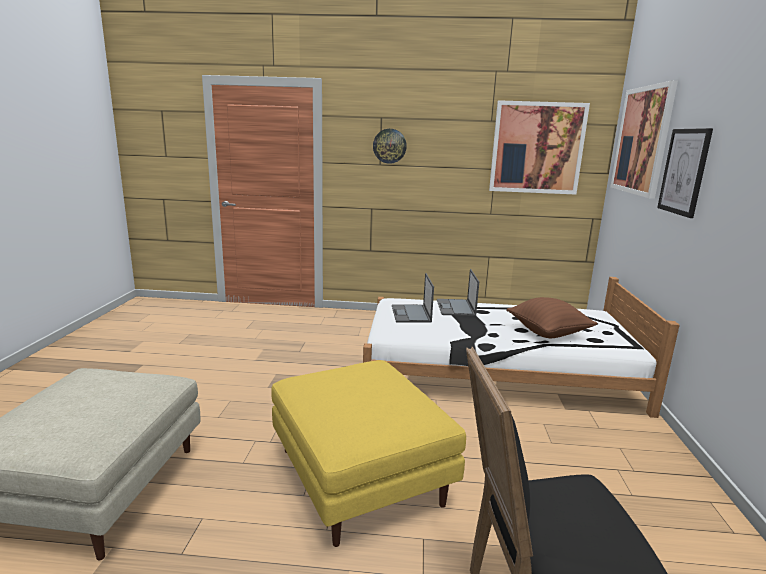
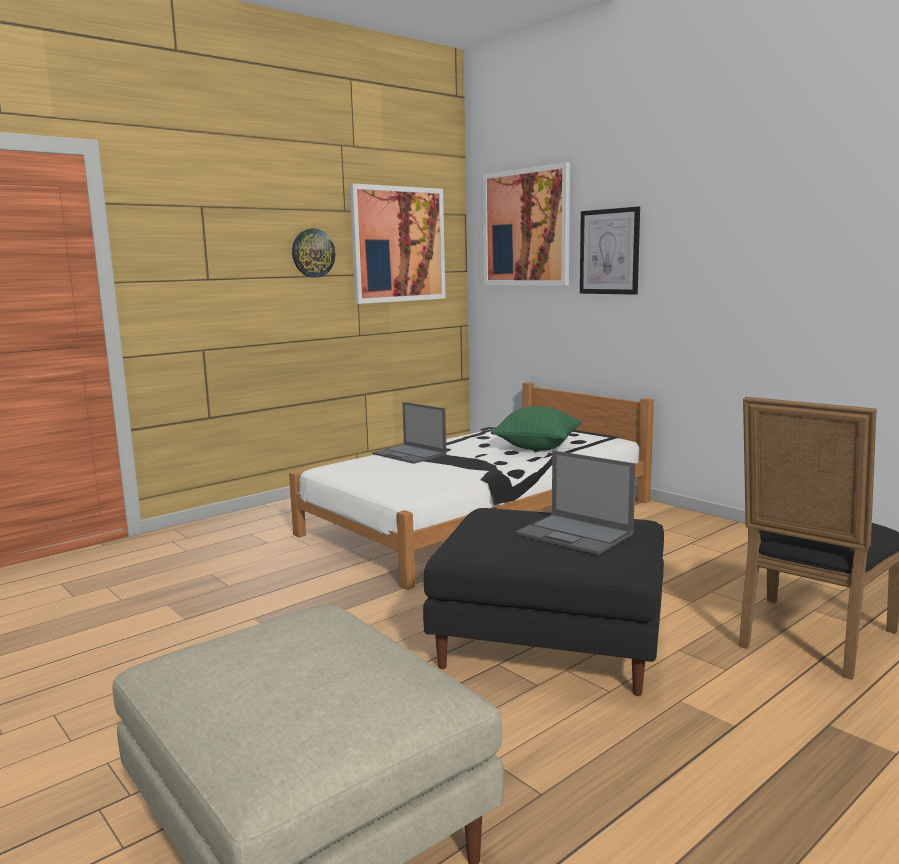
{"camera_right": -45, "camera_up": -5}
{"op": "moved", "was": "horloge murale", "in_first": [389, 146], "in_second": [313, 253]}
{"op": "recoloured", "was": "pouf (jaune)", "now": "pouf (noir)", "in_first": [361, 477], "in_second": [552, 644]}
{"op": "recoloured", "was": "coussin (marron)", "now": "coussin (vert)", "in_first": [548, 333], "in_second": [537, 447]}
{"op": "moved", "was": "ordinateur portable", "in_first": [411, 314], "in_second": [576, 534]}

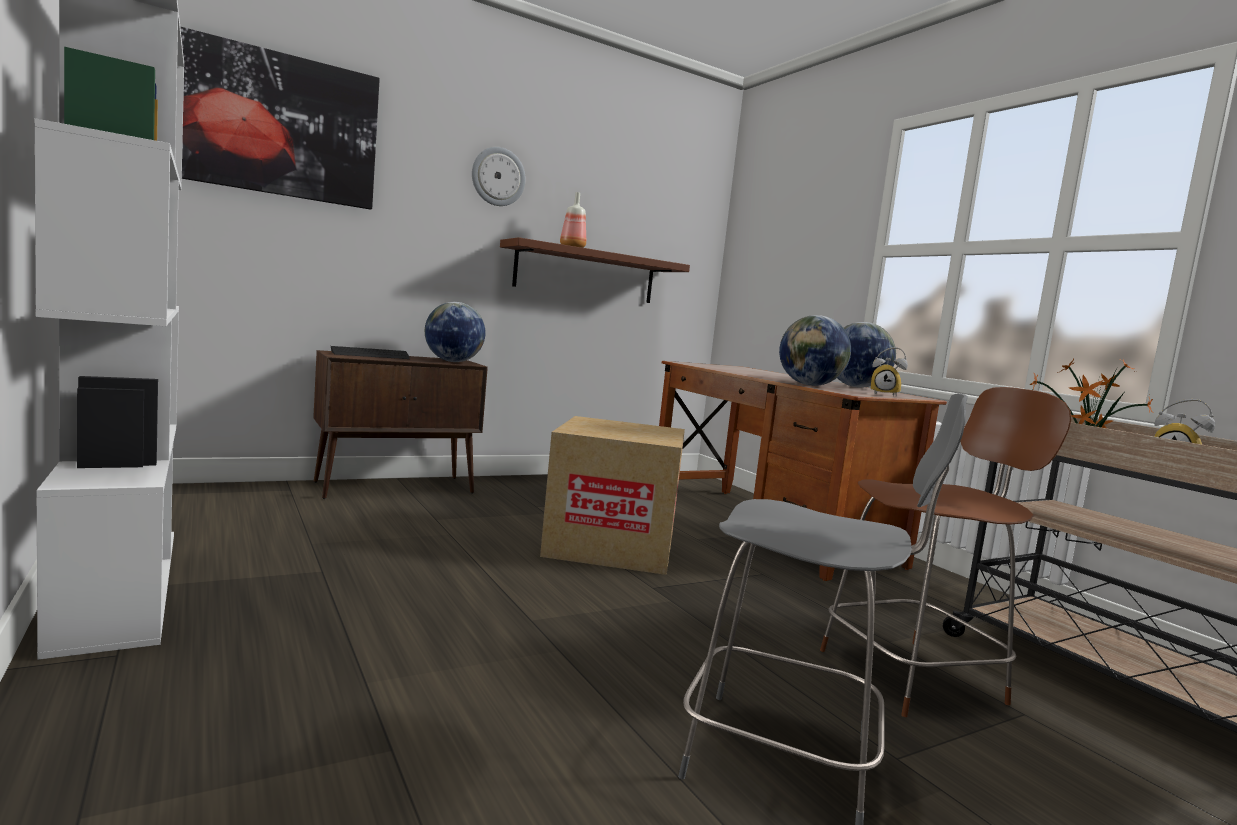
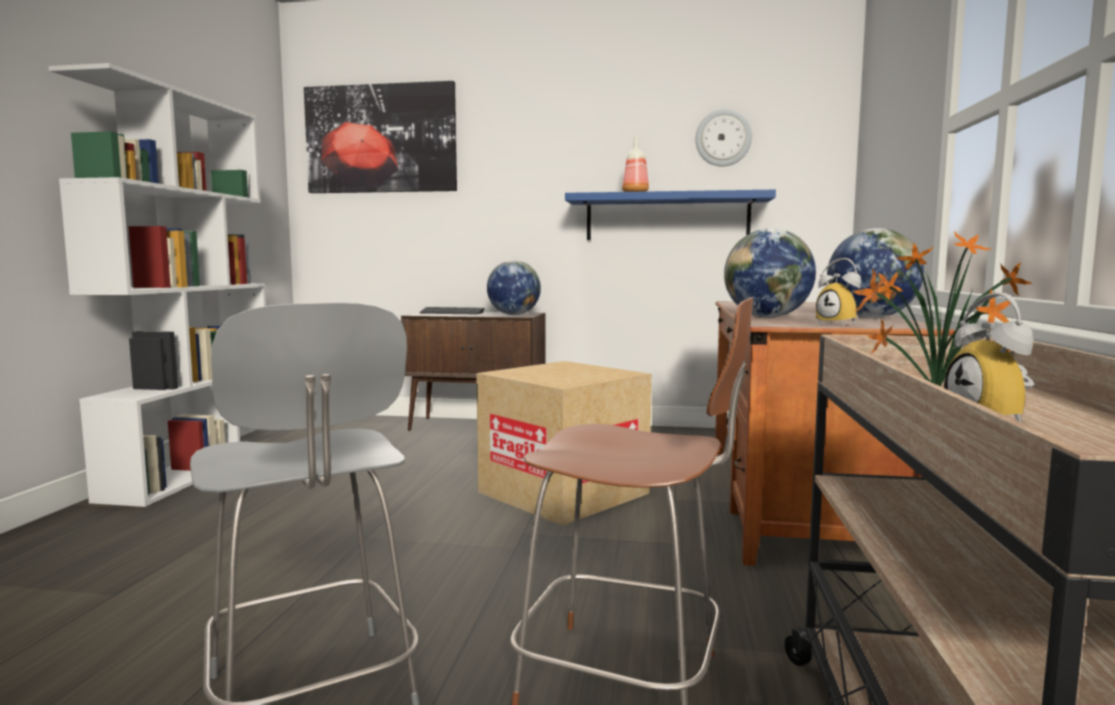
{"camera_right": 40, "camera_up": 0}
{"op": "recoloured", "was": "étagère (marron)", "now": "étagère (bleu)", "in_first": [586, 274], "in_second": [667, 217]}
{"op": "moved", "was": "horloge murale", "in_first": [498, 177], "in_second": [723, 138]}

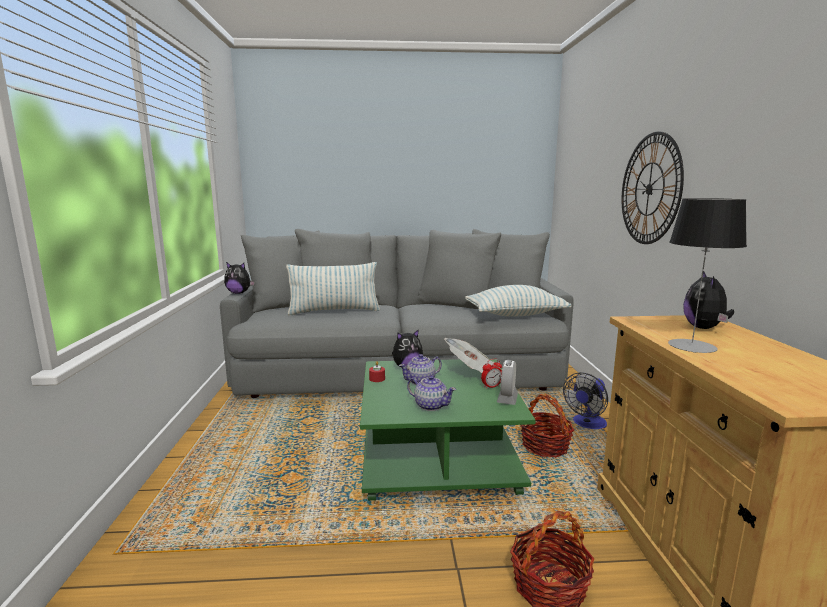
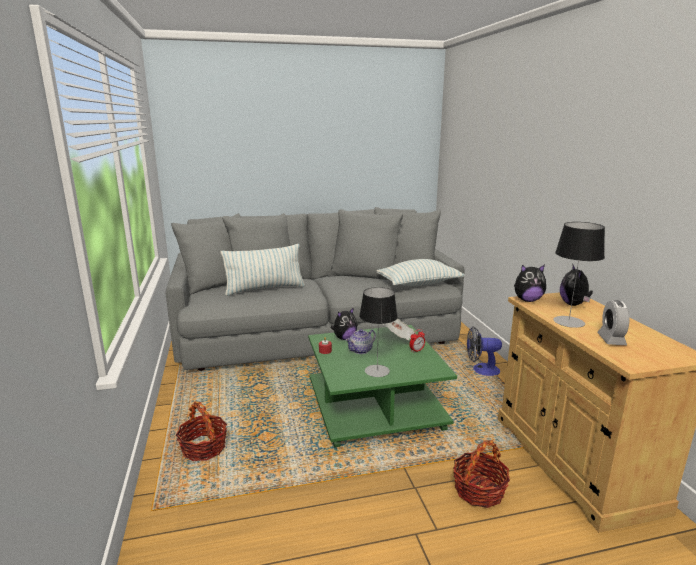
{"camera_right": -10, "camera_up": 5}
{"op": "moved", "was": "panier", "in_first": [545, 446], "in_second": [204, 448]}
{"op": "replaced", "was": "théière", "now": "lampe de table", "in_first": [430, 405], "in_second": [377, 371]}
{"op": "turned", "was": "ventilateur", "in_first": [587, 424], "in_second": [481, 370], "clockwise": 60}
{"op": "moved", "was": "peluche", "in_first": [239, 293], "in_second": [527, 300]}
{"op": "moved", "was": "réveil", "in_first": [507, 399], "in_second": [611, 339]}
{"op": "removed", "was": "horloge murale", "in_first": [649, 189]}

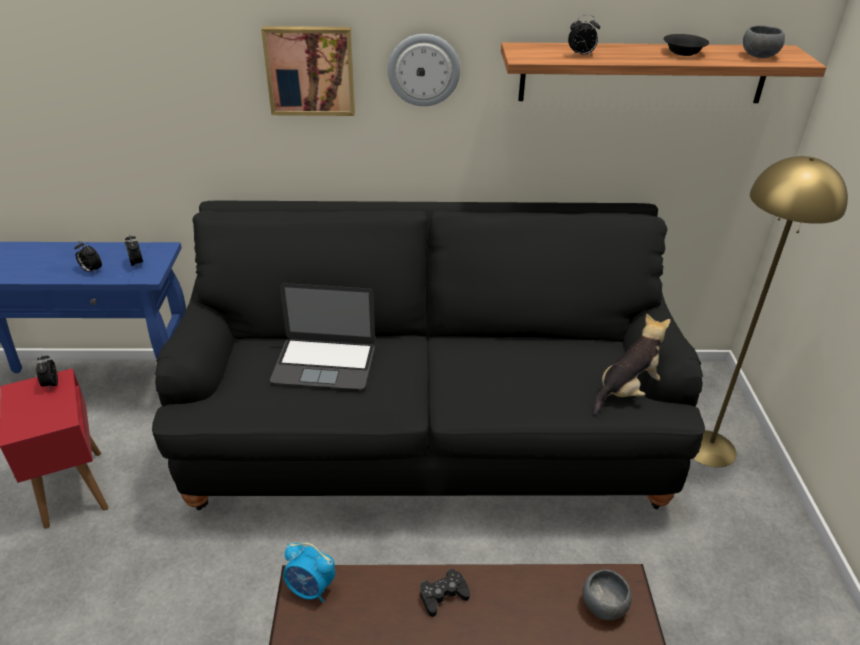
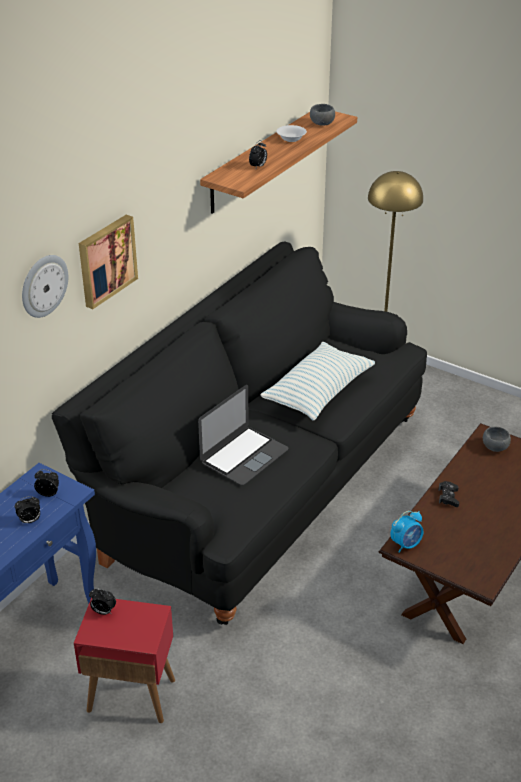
{"camera_right": -55, "camera_up": 0}
{"op": "moved", "was": "horloge murale", "in_first": [424, 70], "in_second": [43, 285]}
{"op": "added", "now": "coussin", "in_second": [318, 392]}
{"op": "recoloured", "was": "bol (noir)", "now": "bol (blanc)", "in_first": [682, 52], "in_second": [290, 139]}
{"op": "removed", "was": "peluche", "in_first": [627, 390]}

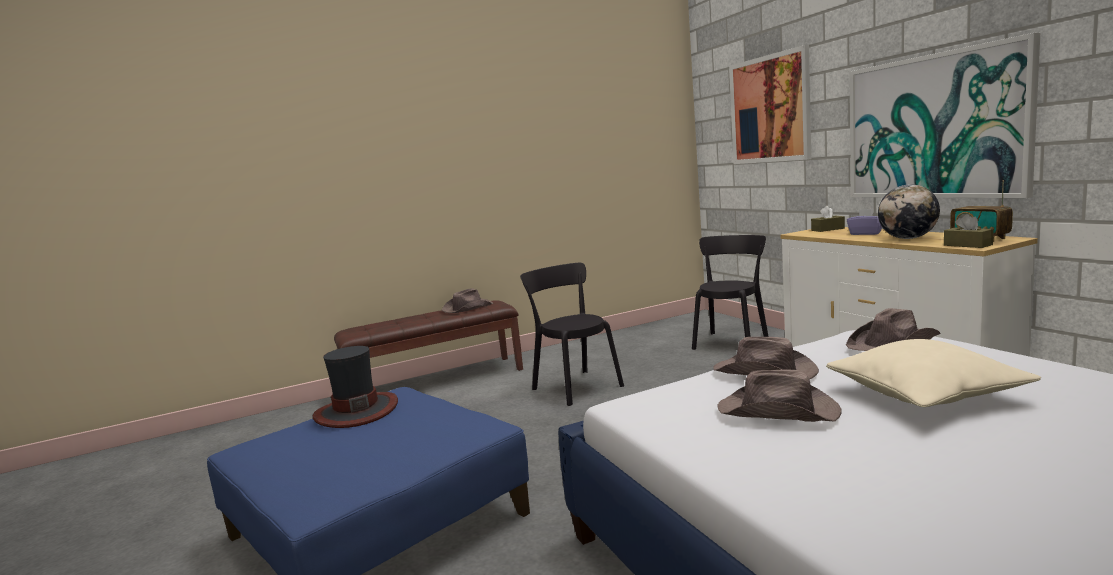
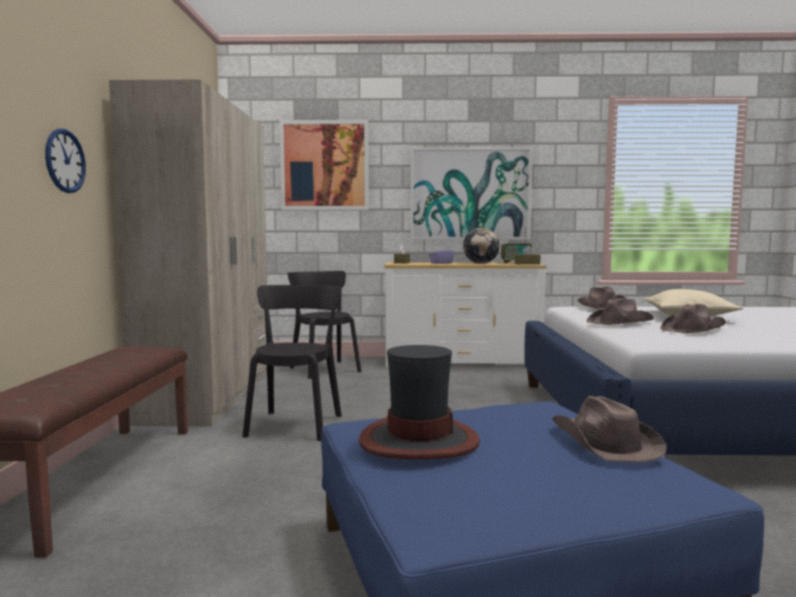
{"camera_right": -65, "camera_up": -5}
{"op": "added", "now": "horloge murale", "in_second": [65, 161]}
{"op": "added", "now": "armoire (beige)", "in_second": [210, 394]}
{"op": "turned", "was": "chaise (noir)", "in_first": [575, 386], "in_second": [296, 424], "clockwise": 105}
{"op": "moved", "was": "chapeau (marron)", "in_first": [467, 308], "in_second": [604, 443]}

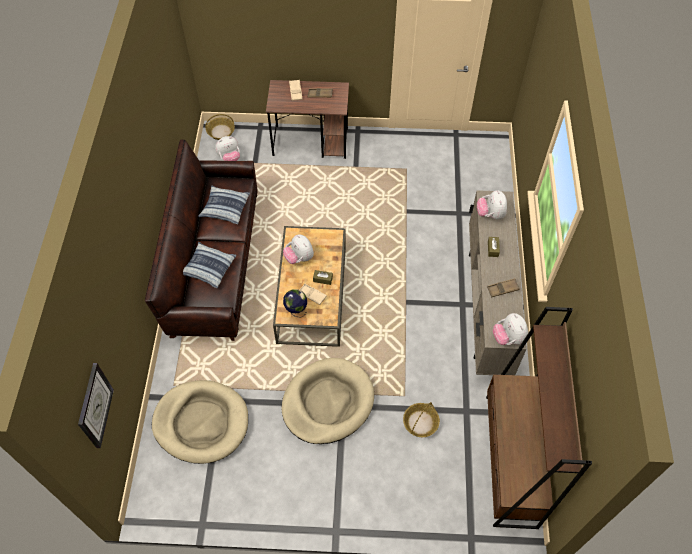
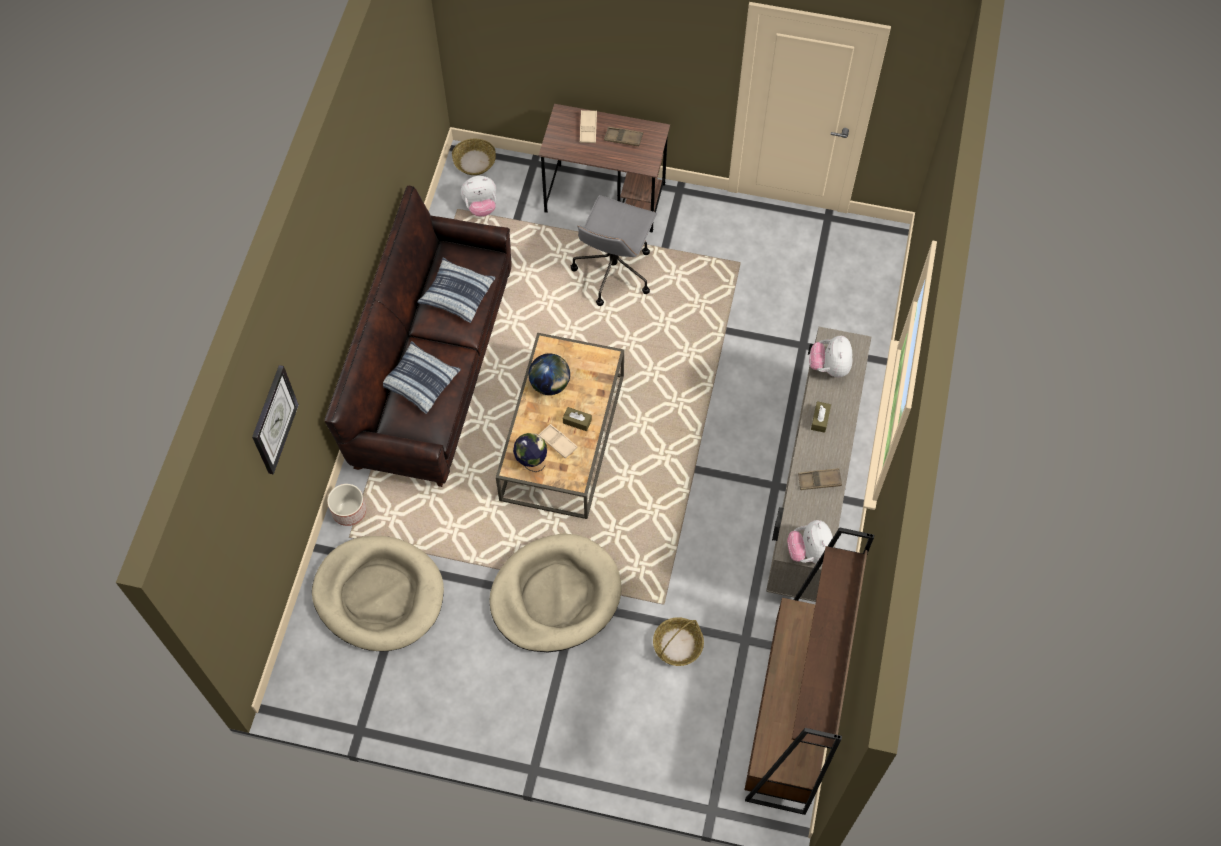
{"camera_right": 10, "camera_up": 5}
{"op": "moved", "was": "horloge murale", "in_first": [94, 406], "in_second": [273, 419]}
{"op": "added", "now": "cache-pot", "in_second": [349, 510]}
{"op": "replaced", "was": "peluche", "now": "globe", "in_first": [299, 258], "in_second": [550, 384]}
{"op": "added", "now": "chaise de bureau (gris)", "in_second": [613, 270]}

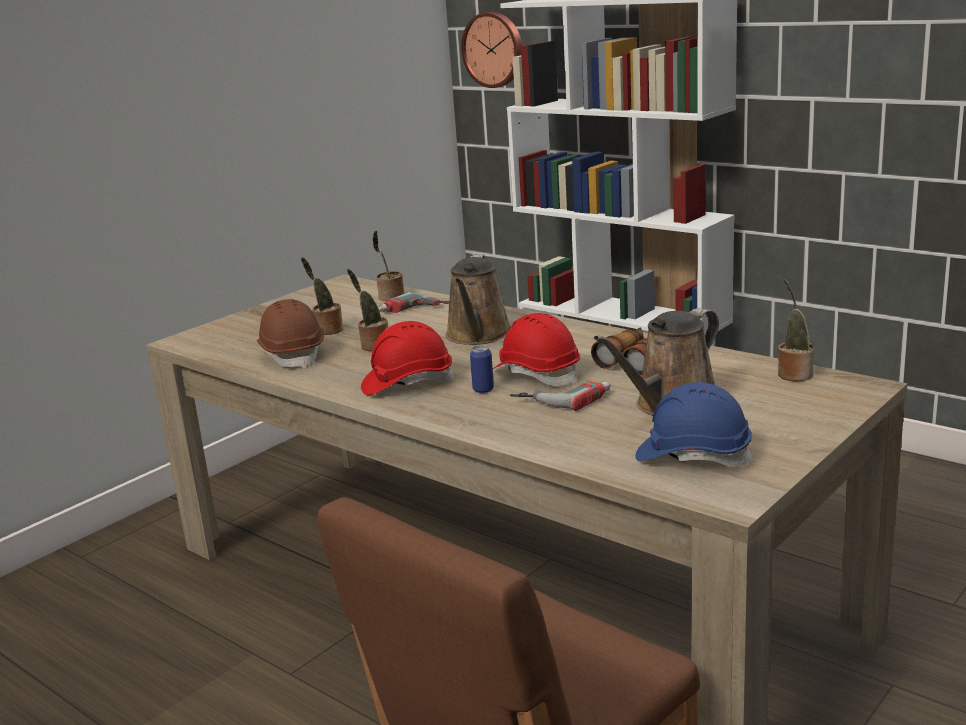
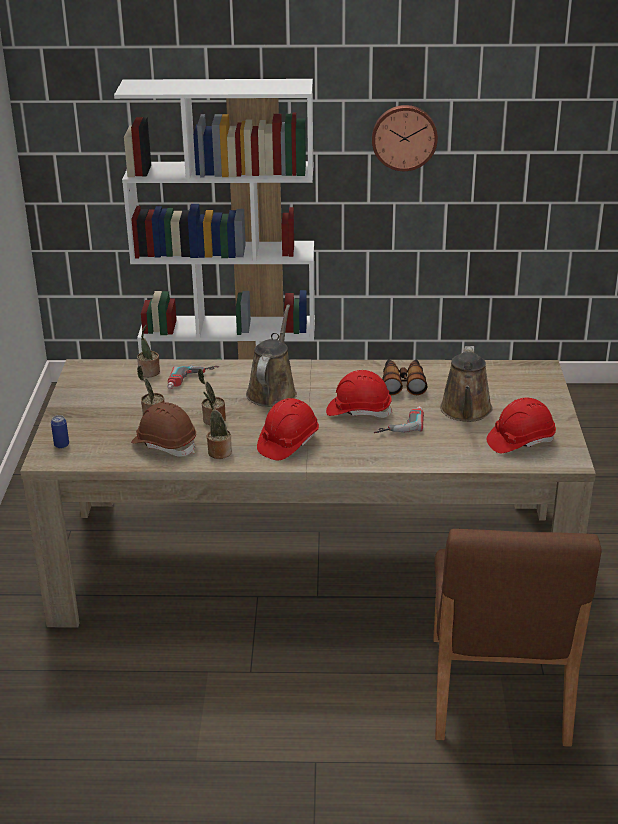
{"camera_right": -40, "camera_up": 10}
{"op": "moved", "was": "boîte métallique", "in_first": [483, 389], "in_second": [61, 445]}
{"op": "moved", "was": "plante en pot", "in_first": [794, 374], "in_second": [218, 451]}
{"op": "turned", "was": "arrosoir (marron)", "in_first": [478, 336], "in_second": [273, 391], "clockwise": -135}
{"op": "moved", "was": "horloge murale", "in_first": [494, 49], "in_second": [404, 137]}
{"op": "recoloured", "was": "casque de chantier (bleu)", "now": "casque de chantier (rouge)", "in_first": [693, 456], "in_second": [520, 441]}

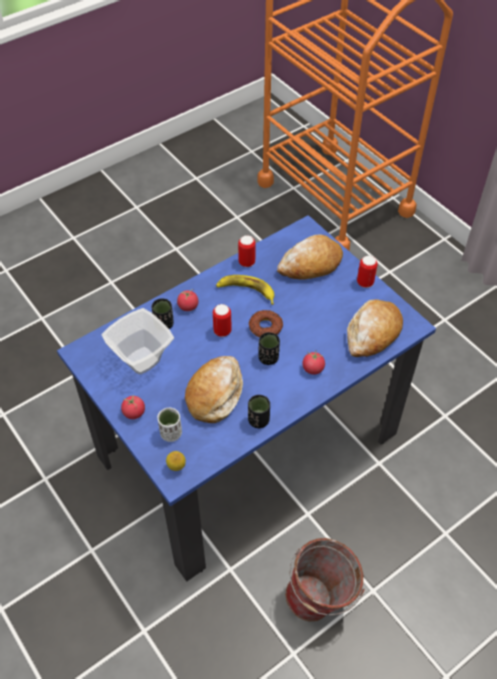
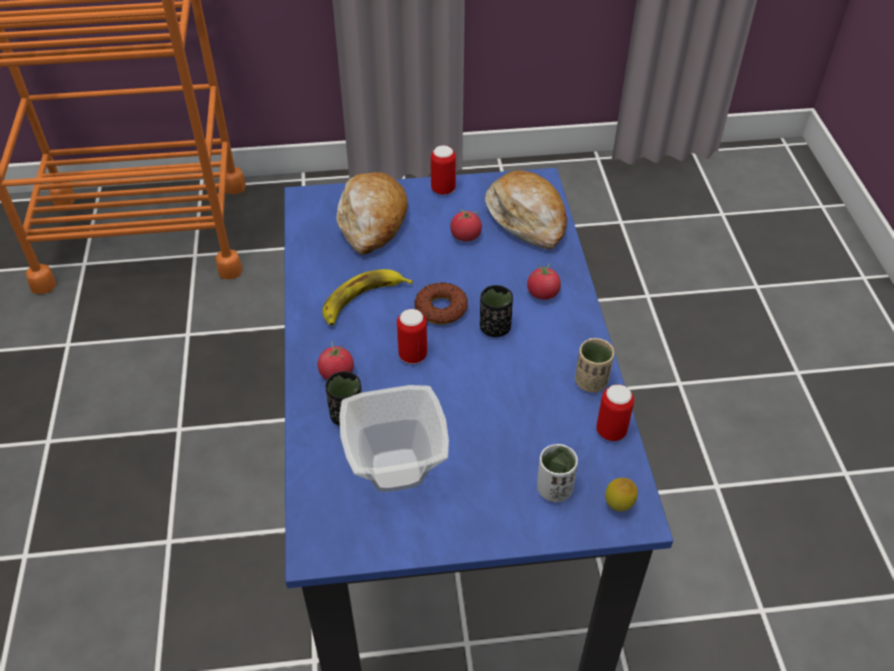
{"camera_right": -60, "camera_up": -5}
{"op": "moved", "was": "tomate", "in_first": [134, 412], "in_second": [465, 236]}
{"op": "recoloured", "was": "tasse (noir)", "now": "tasse (beige)", "in_first": [258, 420], "in_second": [591, 382]}
{"op": "moved", "was": "boîte métallique", "in_first": [246, 262], "in_second": [611, 431]}
{"op": "removed", "was": "pain", "in_first": [215, 394]}
{"op": "removed", "was": "seau", "in_first": [321, 600]}

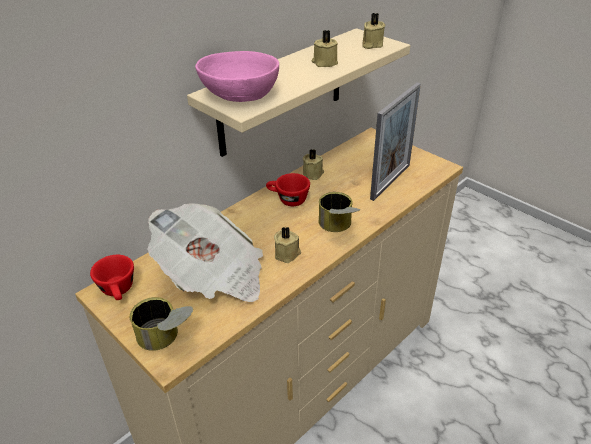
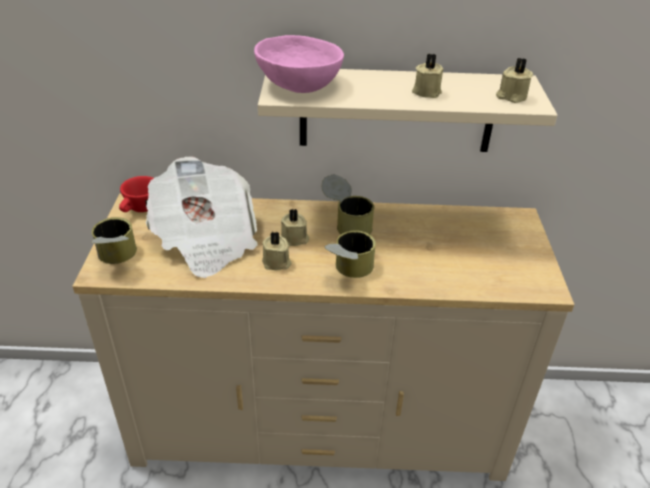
{"camera_right": 45, "camera_up": 0}
{"op": "moved", "was": "bougie (beige)", "in_first": [313, 174], "in_second": [295, 239]}
{"op": "replaced", "was": "tasse (rouge)", "now": "boîte métallique", "in_first": [287, 200], "in_second": [346, 223]}
{"op": "removed", "was": "cadre photo", "in_first": [390, 182]}

